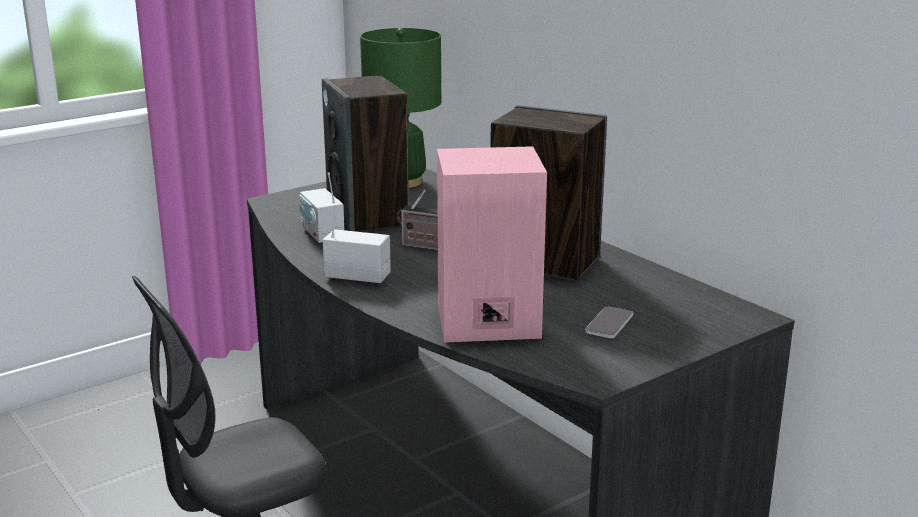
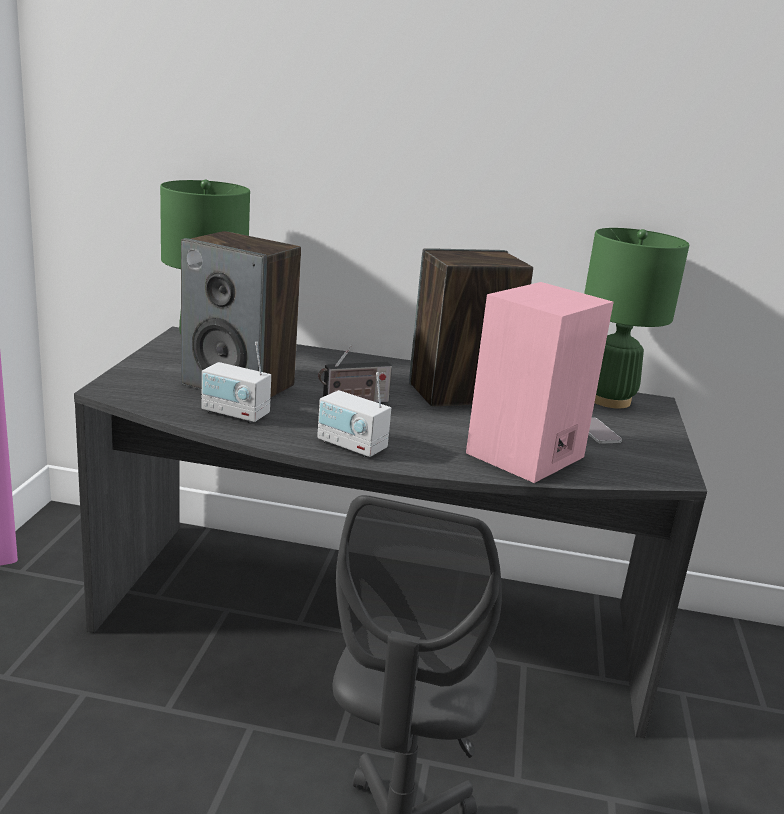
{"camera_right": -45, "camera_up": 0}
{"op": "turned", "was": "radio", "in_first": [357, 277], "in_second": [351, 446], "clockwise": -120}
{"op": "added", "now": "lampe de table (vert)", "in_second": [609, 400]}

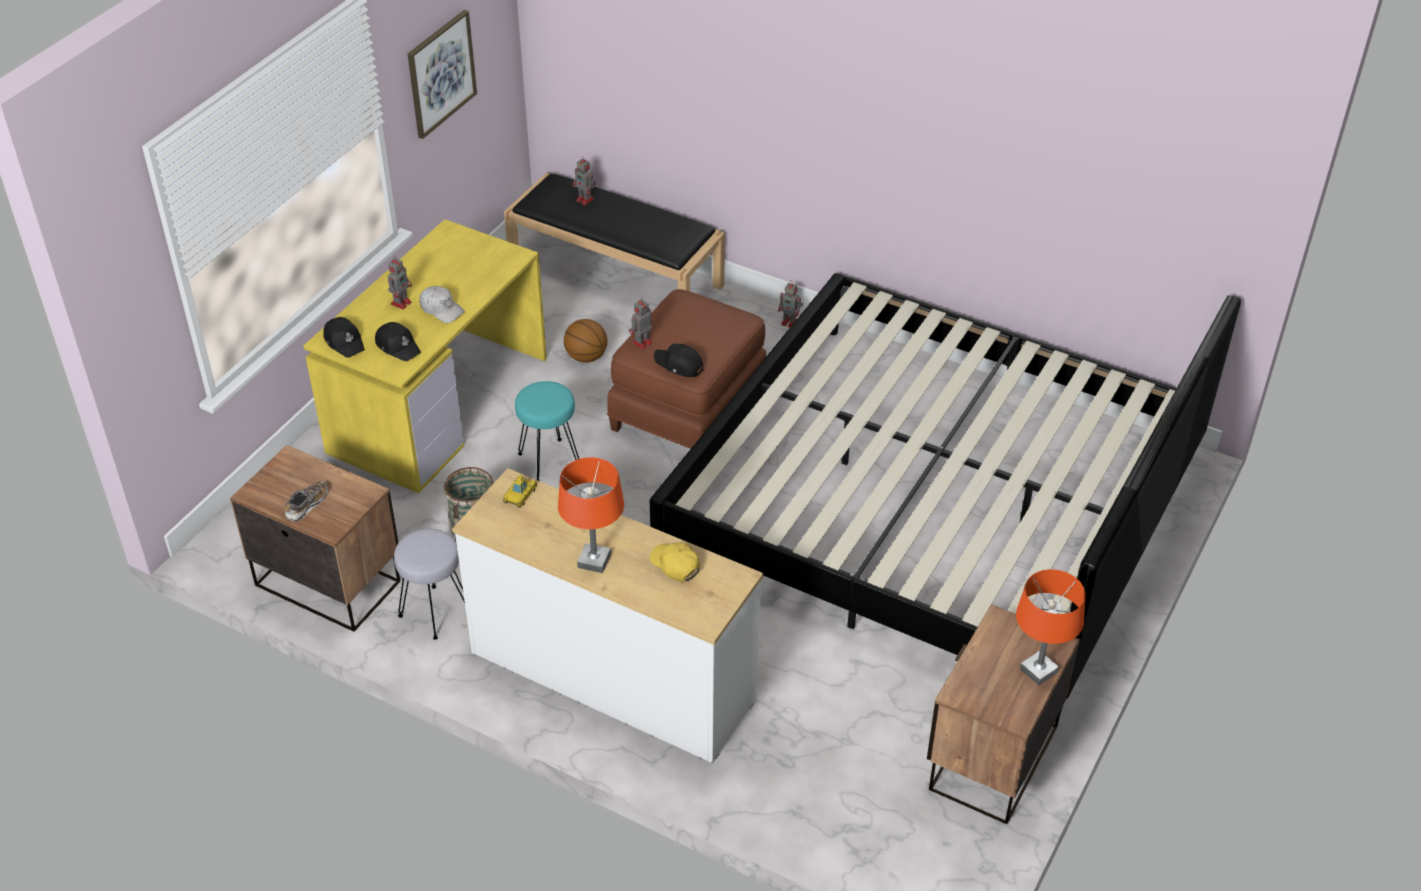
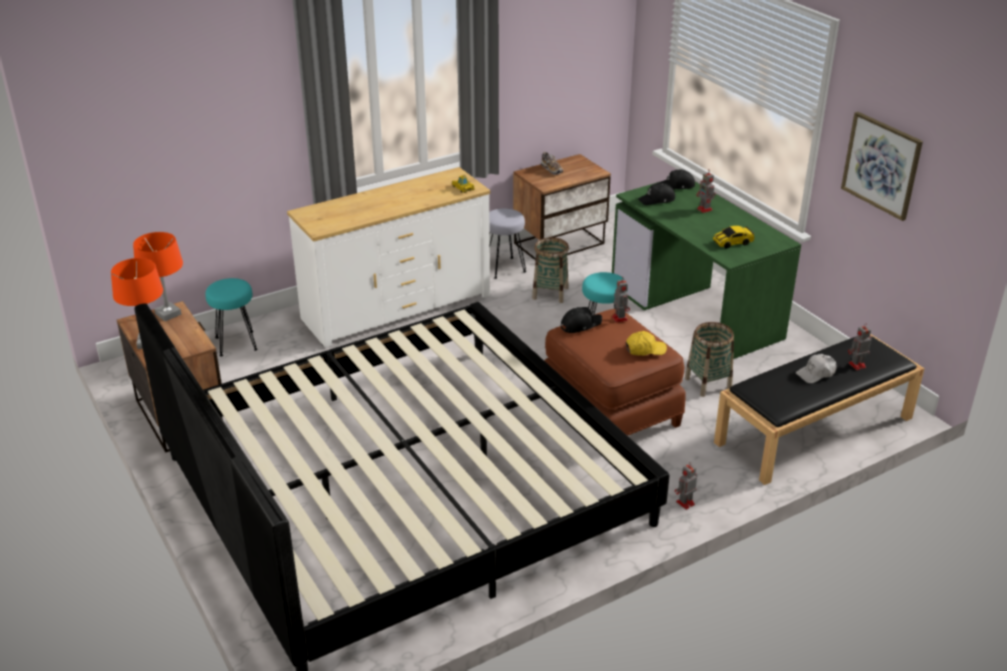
{"camera_right": 120, "camera_up": -10}
{"op": "moved", "was": "lampe de table (orange)", "in_first": [594, 561], "in_second": [168, 314]}
{"op": "added", "now": "tabouret (turquoise)", "in_second": [236, 343]}
{"op": "recoloured", "was": "bureau (jaune)", "now": "bureau (vert)", "in_first": [438, 403], "in_second": [696, 311]}
{"op": "moved", "was": "casquette (jaune)", "in_first": [675, 565], "in_second": [645, 349]}
{"op": "replaced", "was": "ballon de basket", "now": "panier", "in_first": [586, 357], "in_second": [708, 383]}
{"op": "added", "now": "petite voiture", "in_second": [732, 243]}
{"op": "moved", "was": "casquette (blanc)", "in_first": [441, 309], "in_second": [816, 374]}

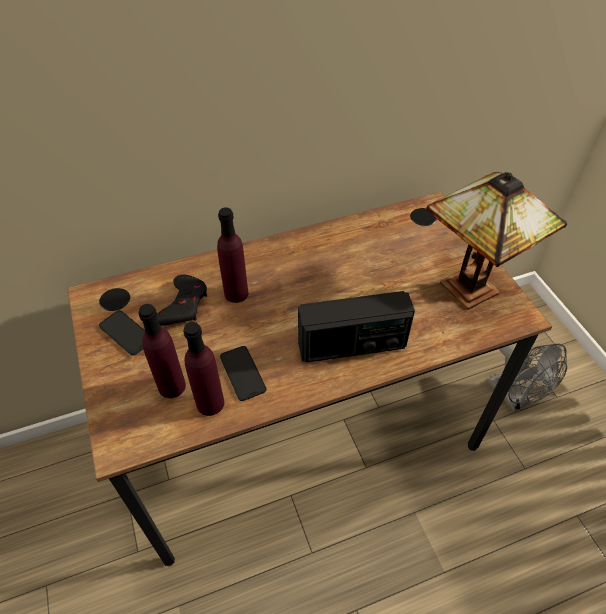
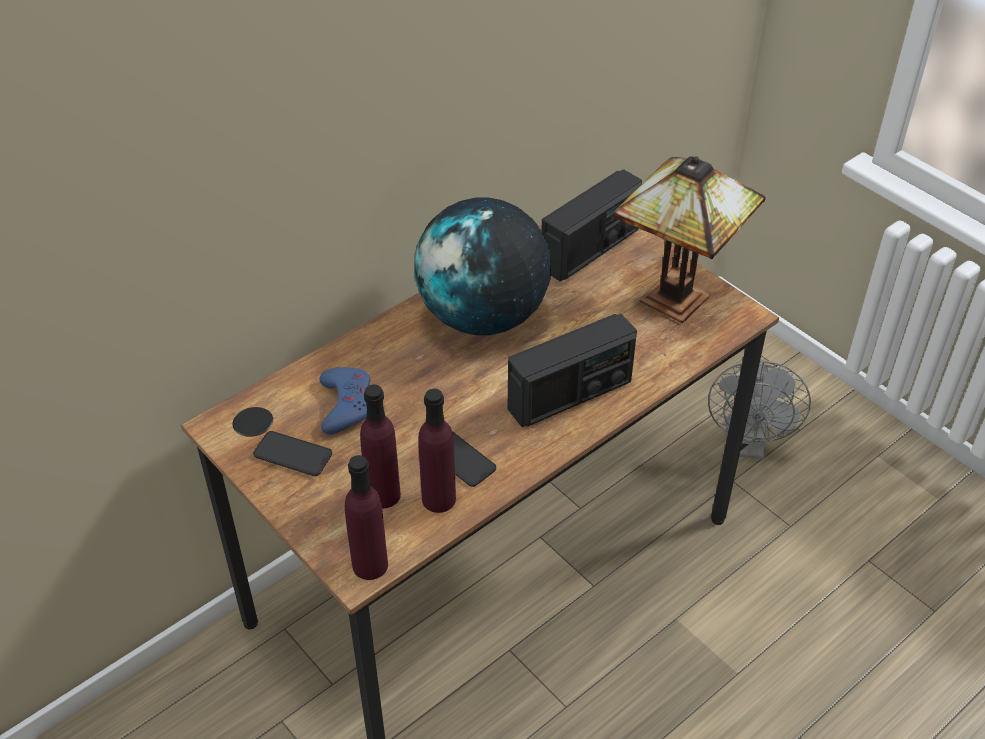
{"camera_right": -20, "camera_up": -5}
{"op": "recoloured", "was": "manette (noir)", "now": "manette (bleu)", "in_first": [184, 305], "in_second": [346, 404]}
{"op": "moved", "was": "bouteille (violet)", "in_first": [236, 293], "in_second": [370, 565]}
{"op": "added", "now": "globe", "in_second": [483, 317]}
{"op": "added", "now": "radio", "in_second": [590, 249]}
{"op": "turned", "was": "ventilateur (gris)", "in_first": [514, 397], "in_second": [748, 445], "clockwise": 60}

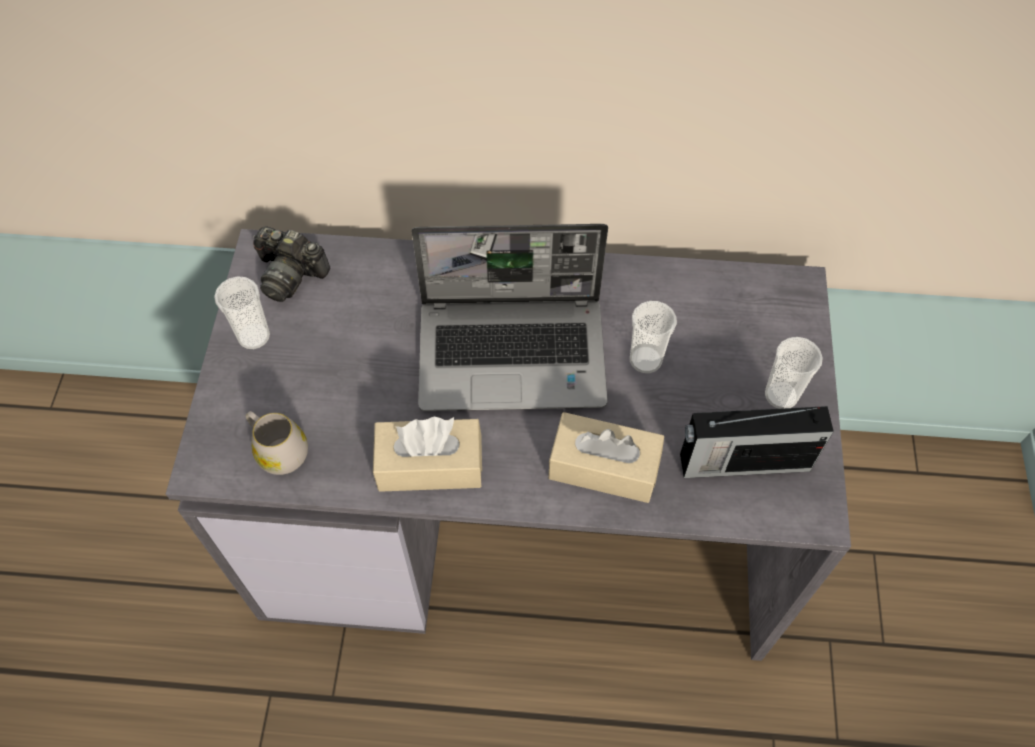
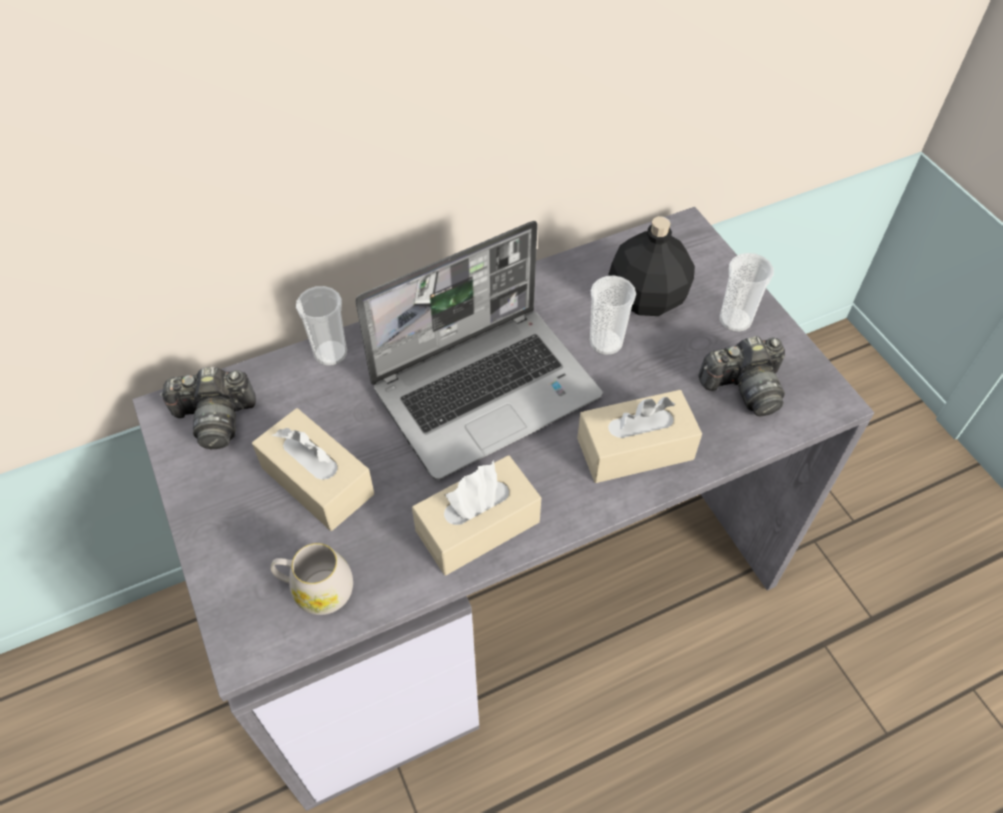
{"camera_right": -30, "camera_up": -5}
{"op": "added", "now": "boîte à mouchoirs (beige)", "in_second": [317, 481]}
{"op": "moved", "was": "tasse", "in_first": [254, 336], "in_second": [330, 353]}
{"op": "added", "now": "bouteille (noir)", "in_second": [645, 298]}
{"op": "replaced", "was": "radio", "now": "appareil photo", "in_first": [742, 462], "in_second": [744, 388]}

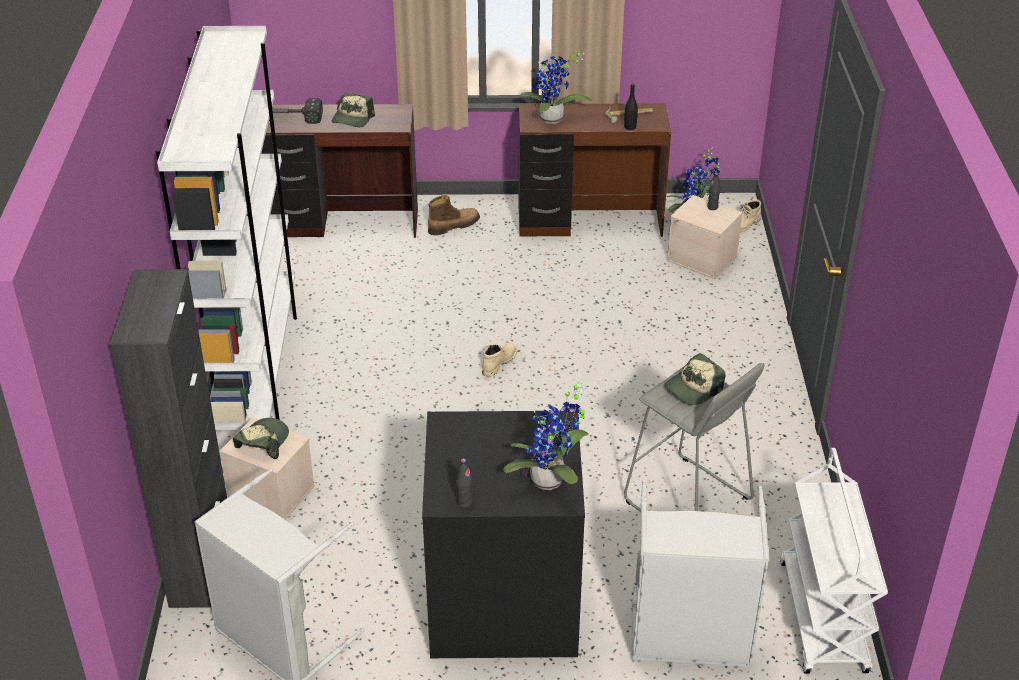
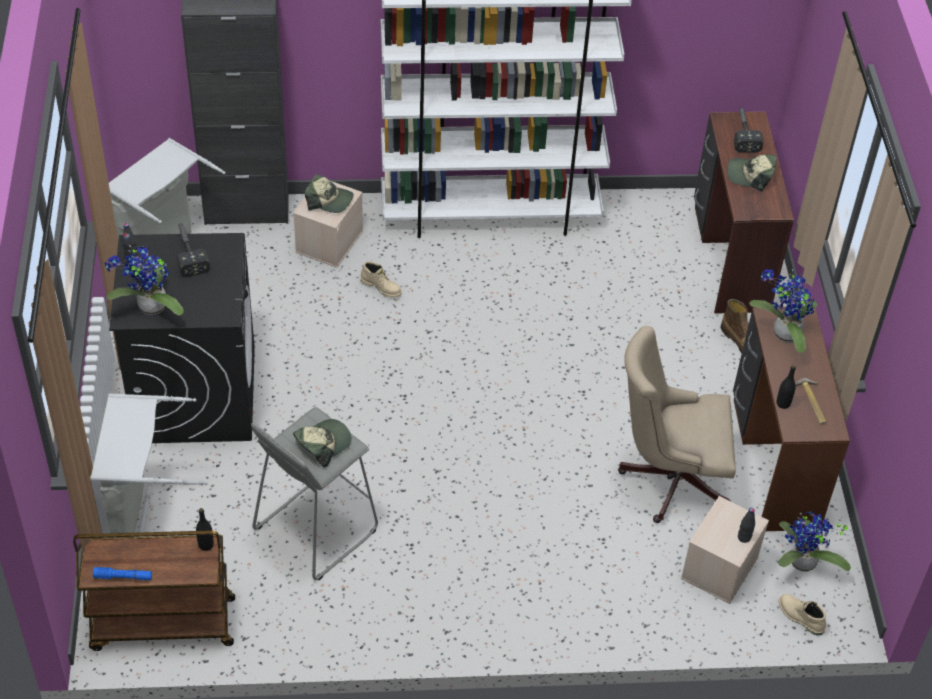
{"camera_right": 85, "camera_up": 10}
{"op": "recoloured", "was": "chariot (blanc)", "now": "chariot (marron)", "in_first": [823, 617], "in_second": [162, 625]}
{"op": "added", "now": "lampe de poche (bleu)", "in_second": [123, 577]}
{"op": "added", "now": "marteau", "in_second": [188, 252]}
{"op": "added", "now": "bouteille (noir)", "in_second": [206, 545]}
{"op": "turned", "was": "casquette", "in_first": [693, 388], "in_second": [322, 444], "clockwise": 90}
{"op": "moved", "was": "botte (beige)", "in_first": [498, 363], "in_second": [381, 287]}
{"op": "added", "now": "chaise de bureau (beige)", "in_second": [669, 478]}

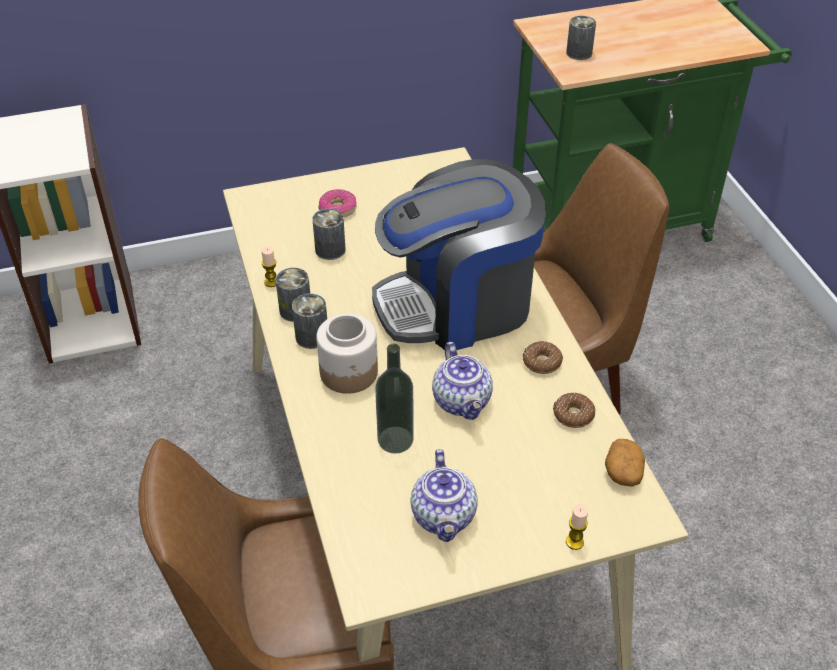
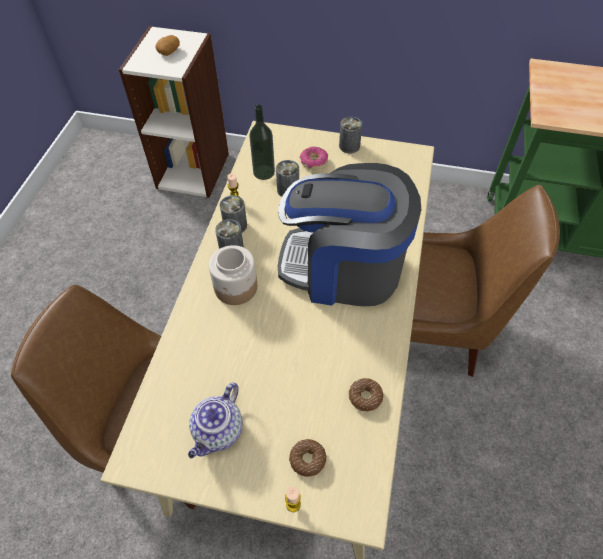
{"camera_right": 30, "camera_up": 10}
{"op": "moved", "was": "pomme de terre", "in_first": [623, 471], "in_second": [169, 51]}
{"op": "moved", "was": "bouteille", "in_first": [395, 439], "in_second": [264, 172]}
{"op": "moved", "was": "beignet", "in_first": [542, 362], "in_second": [307, 459]}
{"op": "moved", "was": "boîte métallique", "in_first": [579, 53], "in_second": [349, 146]}
{"op": "removed", "was": "théière", "in_first": [463, 402]}

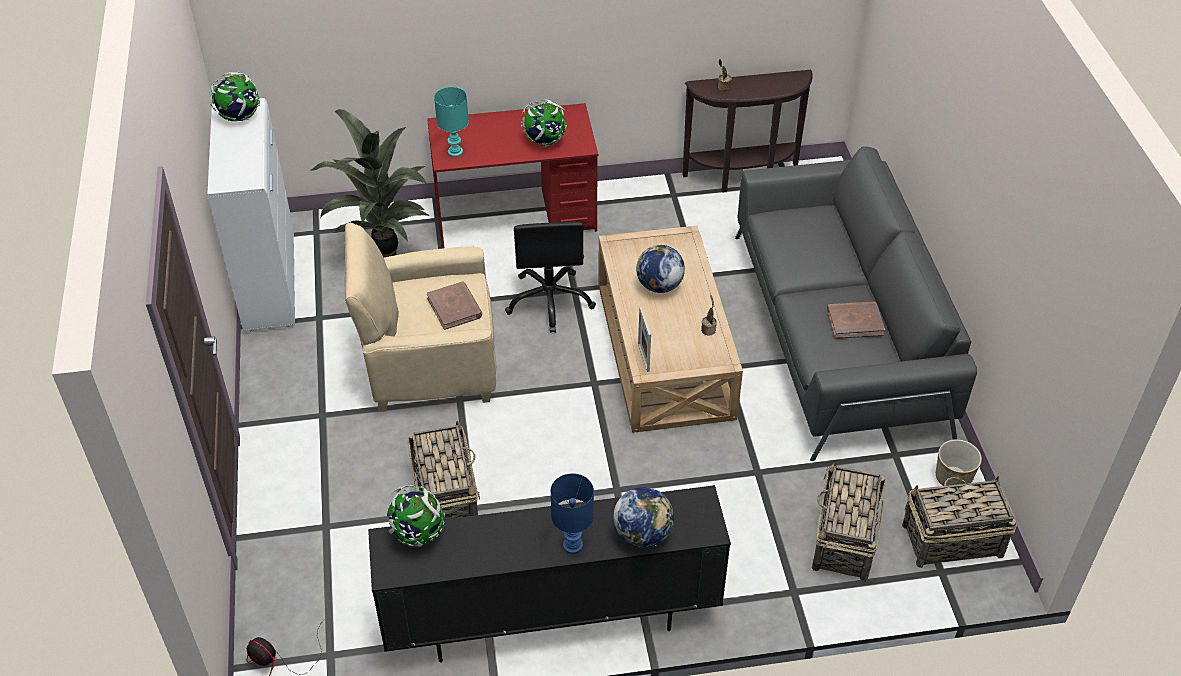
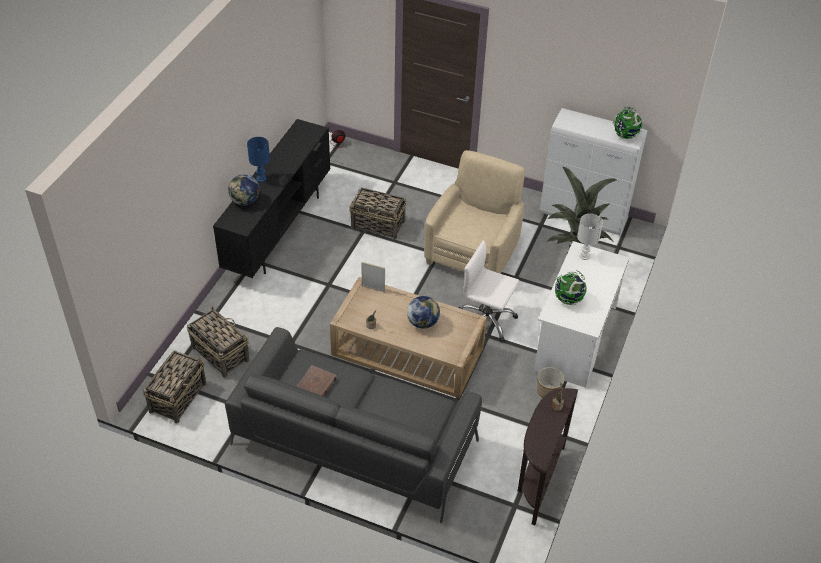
{"camera_right": 120, "camera_up": 0}
{"op": "recoloured", "was": "chaise de bureau (noir)", "now": "chaise de bureau (blanc)", "in_first": [550, 300], "in_second": [486, 321]}
{"op": "recoloured", "was": "bureau (rouge)", "now": "bureau (blanc)", "in_first": [516, 216], "in_second": [575, 339]}
{"op": "moved", "was": "cache-pot", "in_first": [954, 477], "in_second": [548, 391]}
{"op": "recoloured", "was": "lampe de table (turquoise)", "now": "lampe de table (blanc)", "in_first": [455, 151], "in_second": [585, 256]}
{"op": "removed", "was": "globe", "in_first": [417, 534]}
{"op": "removed", "was": "livre (marron)", "in_first": [455, 307]}

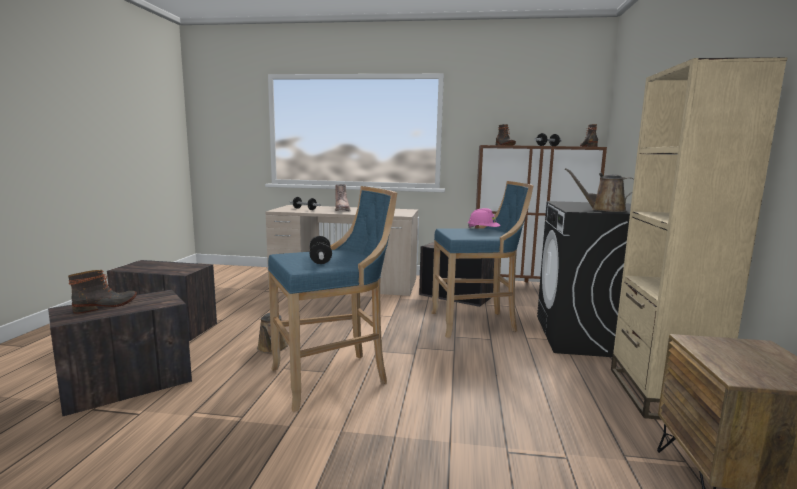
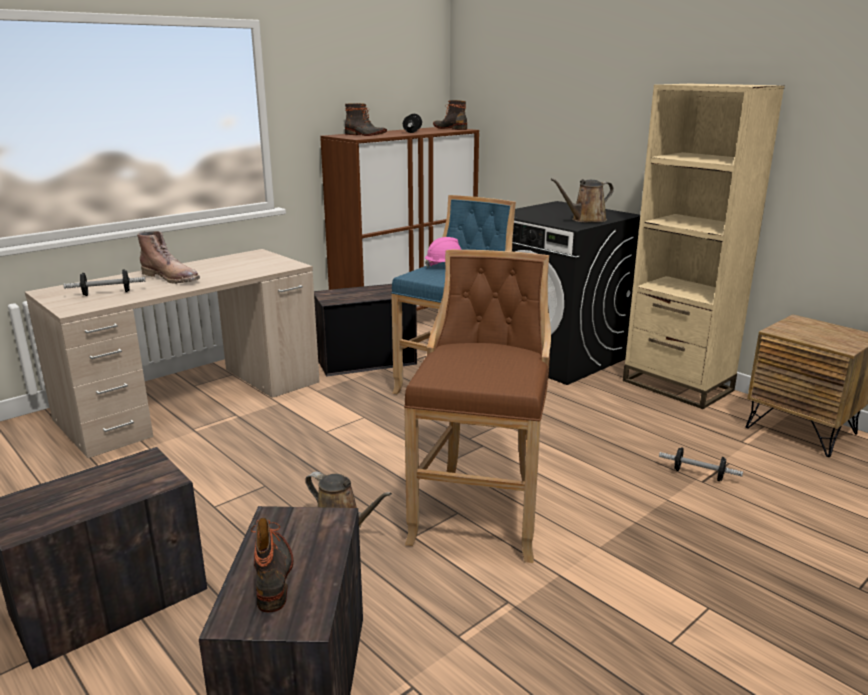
{"camera_right": -50, "camera_up": 10}
{"op": "recoloured", "was": "tabouret (bleu)", "now": "tabouret (marron)", "in_first": [333, 377], "in_second": [480, 512]}
{"op": "moved", "was": "haltère", "in_first": [320, 260], "in_second": [698, 474]}

